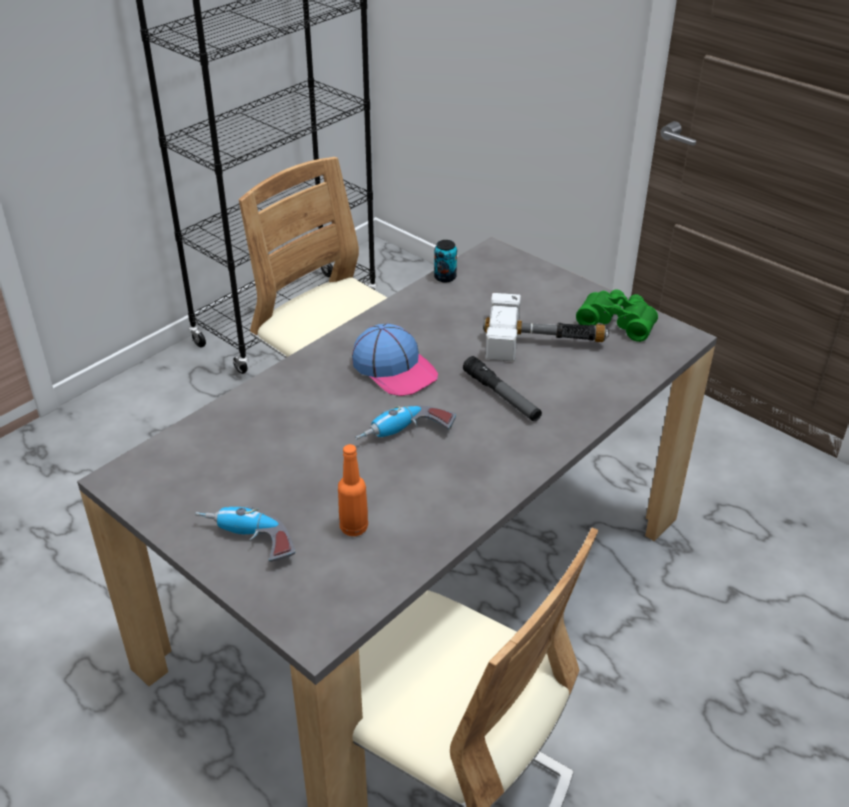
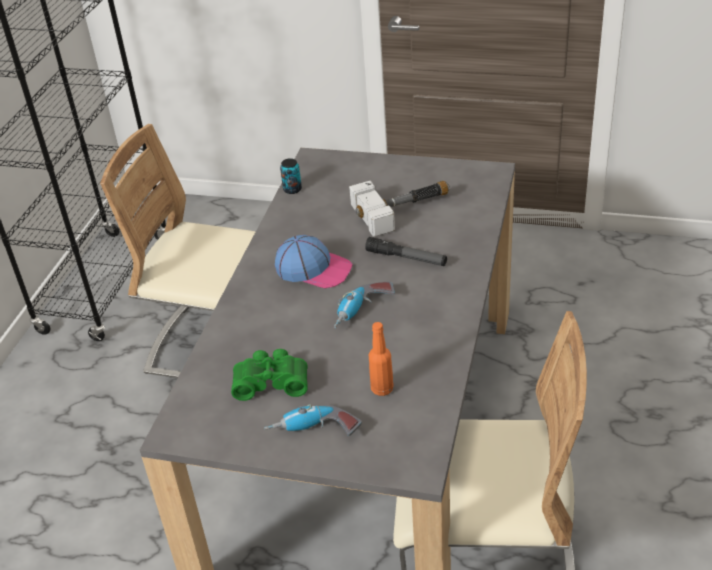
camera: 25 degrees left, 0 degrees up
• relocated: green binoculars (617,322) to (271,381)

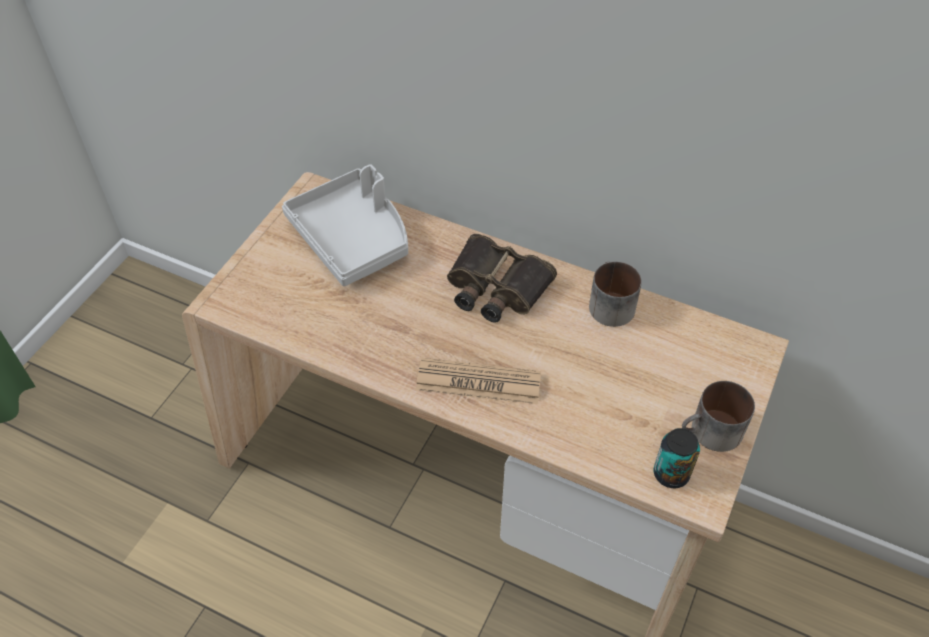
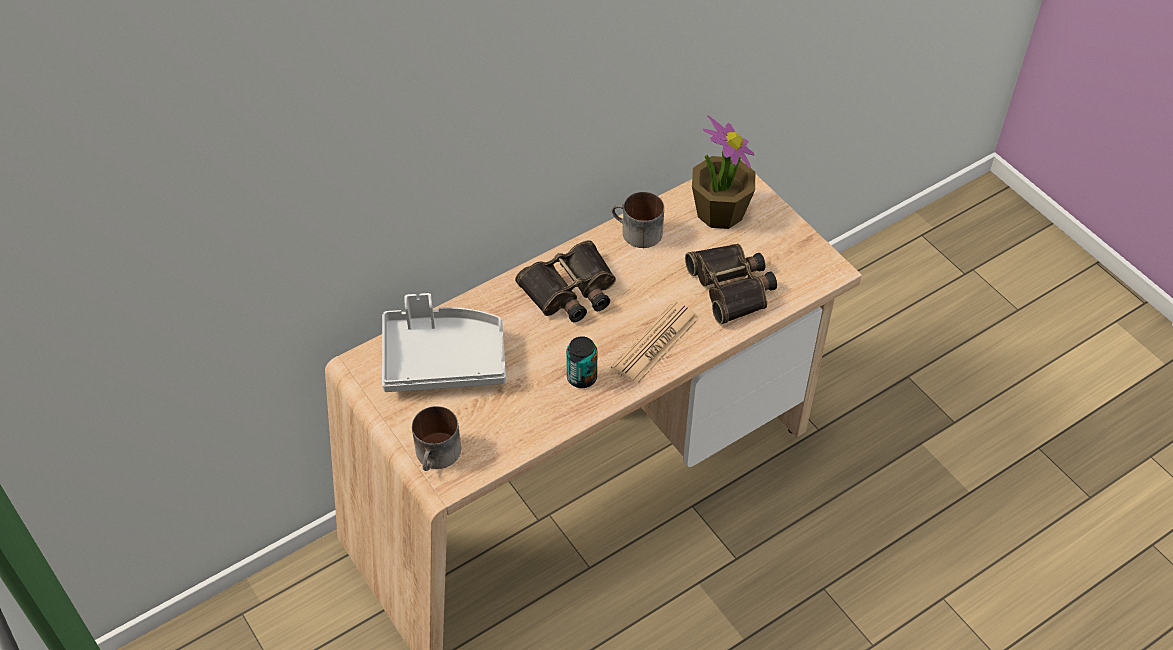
camera: 60 degrees left, 0 degrees up
• relocated: mug (711,433) to (438,456)
• relocated: can (671,474) to (582,378)
• appeared: binoculars (732,287)
• appeared: potted plant (719,212)

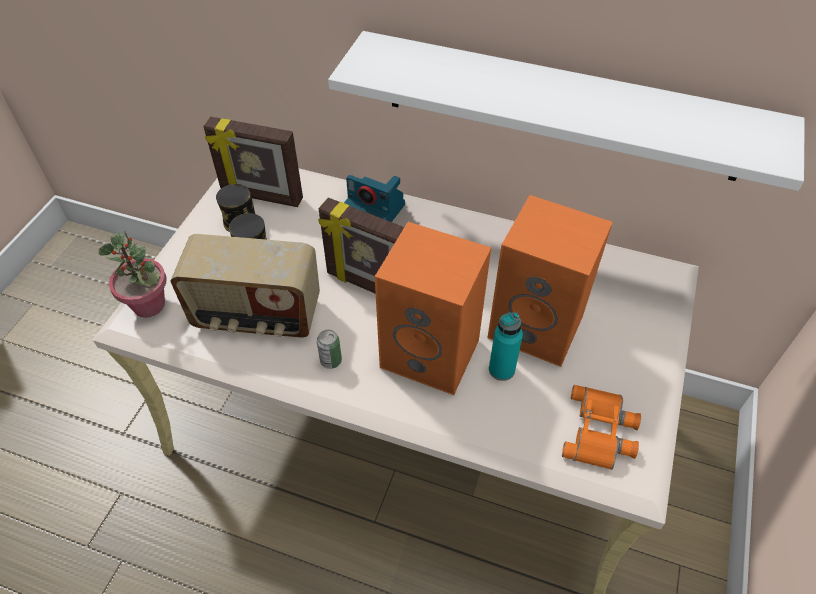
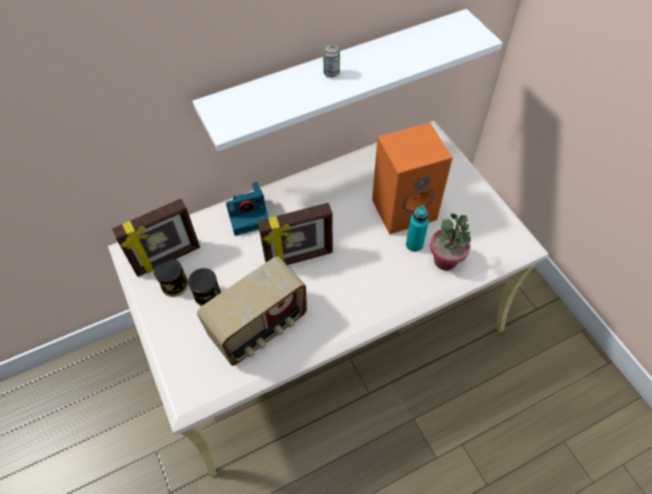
camera: 45 degrees left, 5 degrees up
• relocated: can (331,361) to (331,73)
• relocated: potted plant (149,305) to (445,260)
• missing: orange speaker (433,353)
• missing: orange binoculars (601,432)

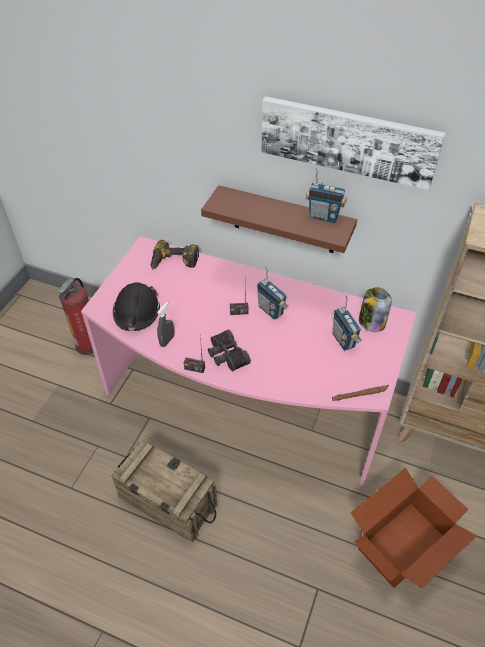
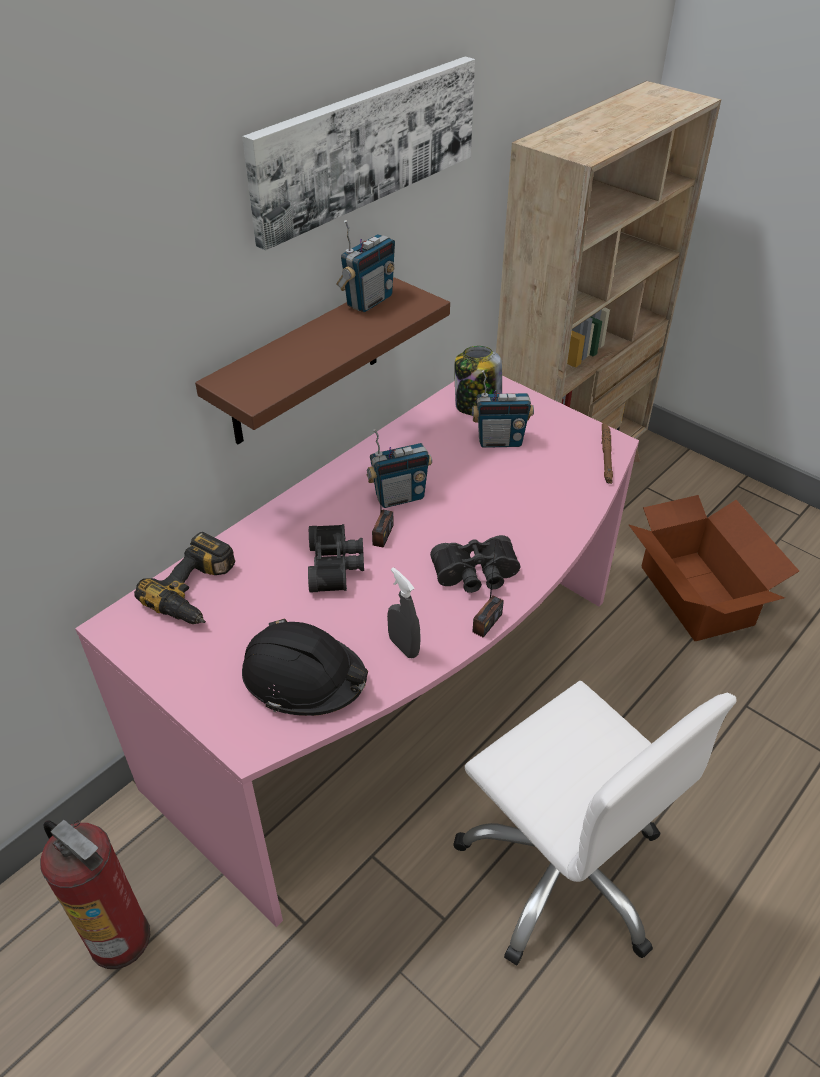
camera: 70 degrees left, 5 degrees down
• appeared: black binoculars (337,566)
• exchanged: crate (167,502) to white office chair (563,869)

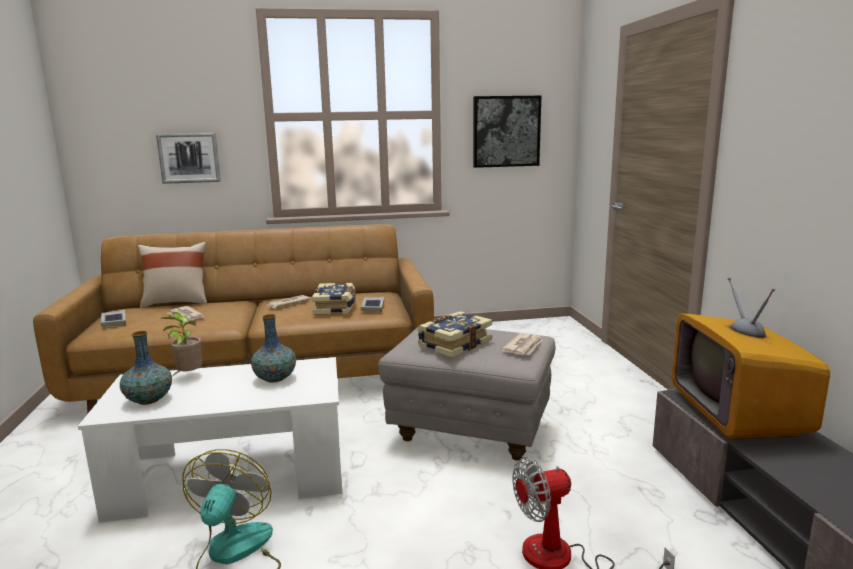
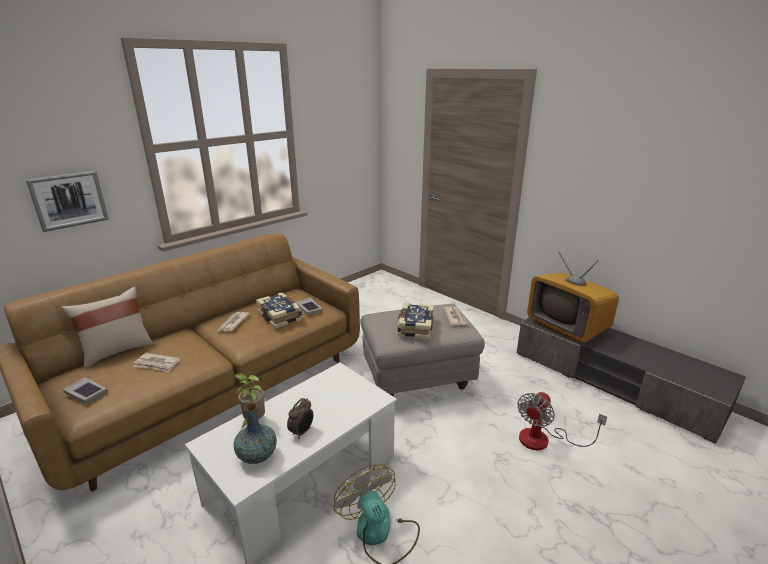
camera: 35 degrees left, 10 degrees up
• appeared: alarm clock (302,432)
• missing: vase (275,378)
• missing: picture (506,131)

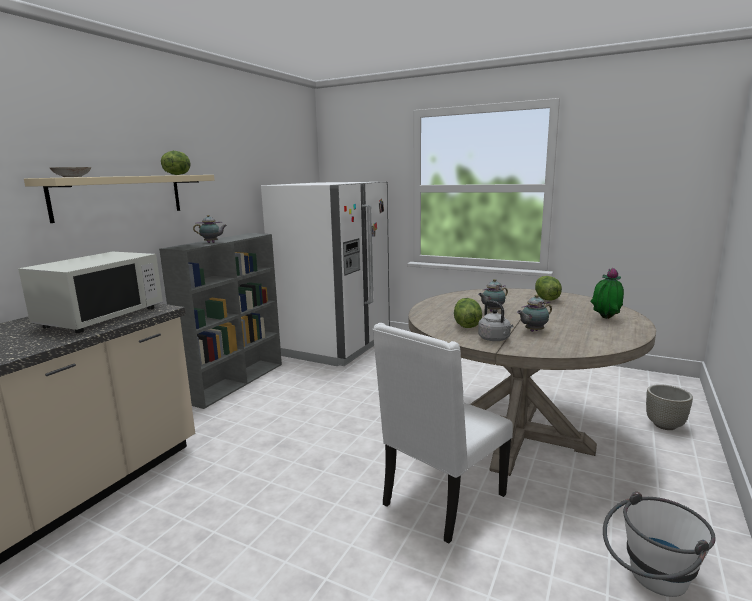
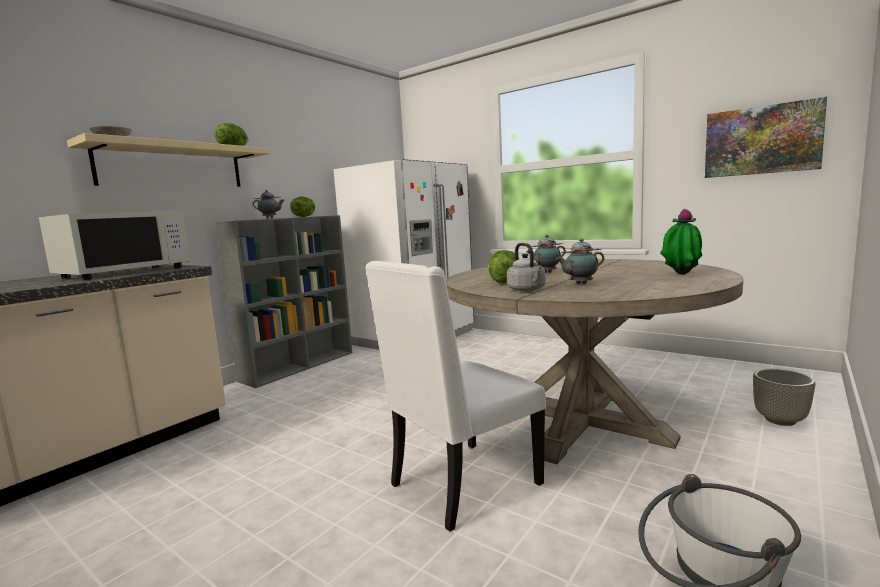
camera: 10 degrees right, 5 degrees down
• relocated: lettuce (545,299) to (304,217)
• appeared: picture (761,140)

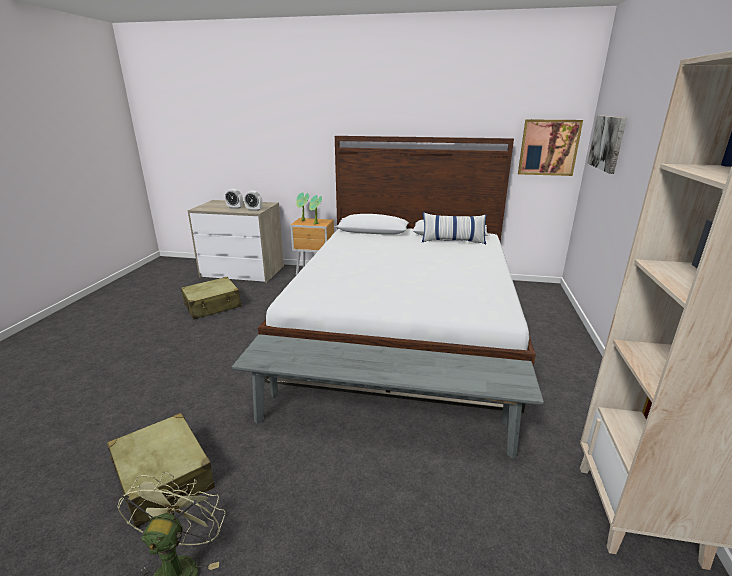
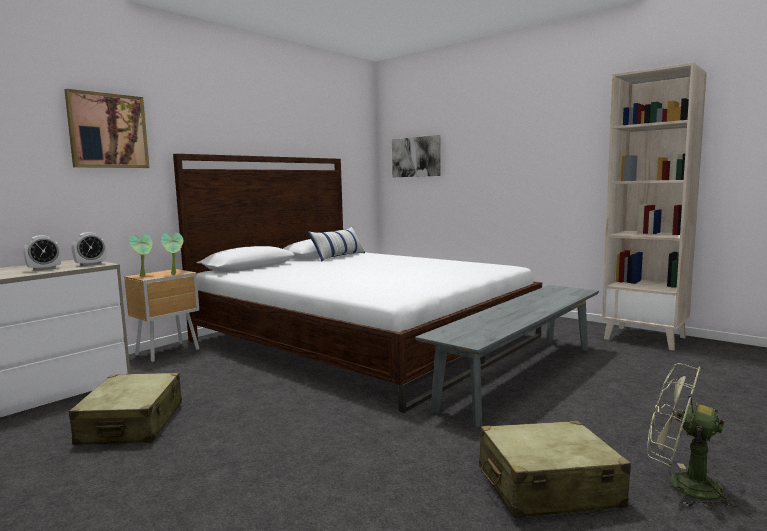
camera: 60 degrees left, 15 degrees down
• relocated: picture (548,147) to (108,131)

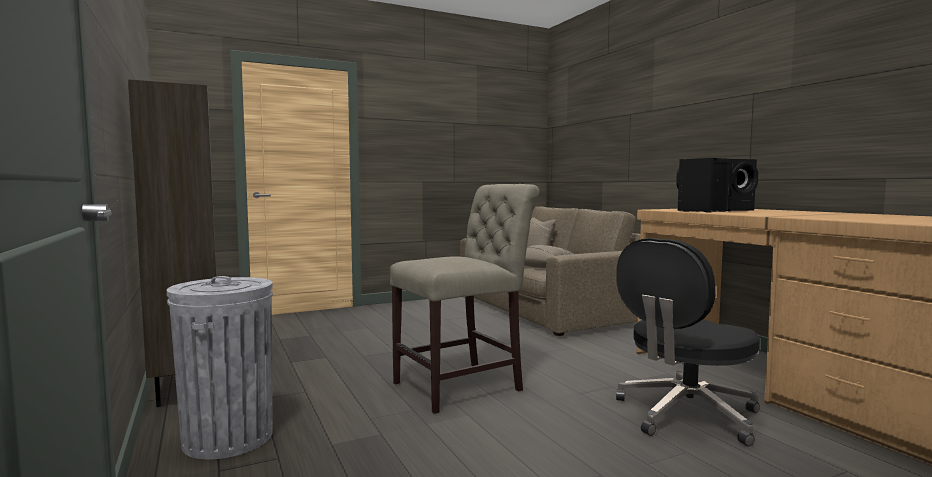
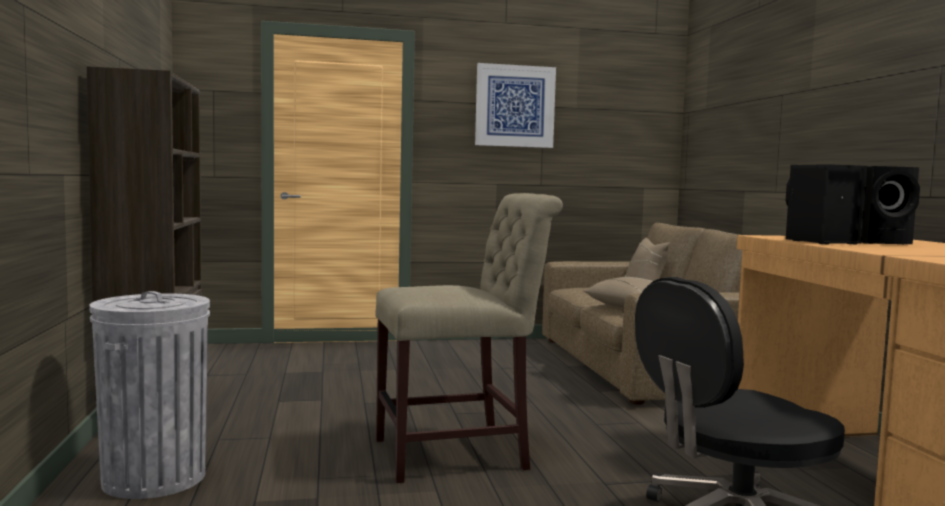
camera: 15 degrees right, 0 degrees up
• appeared: picture (515,106)

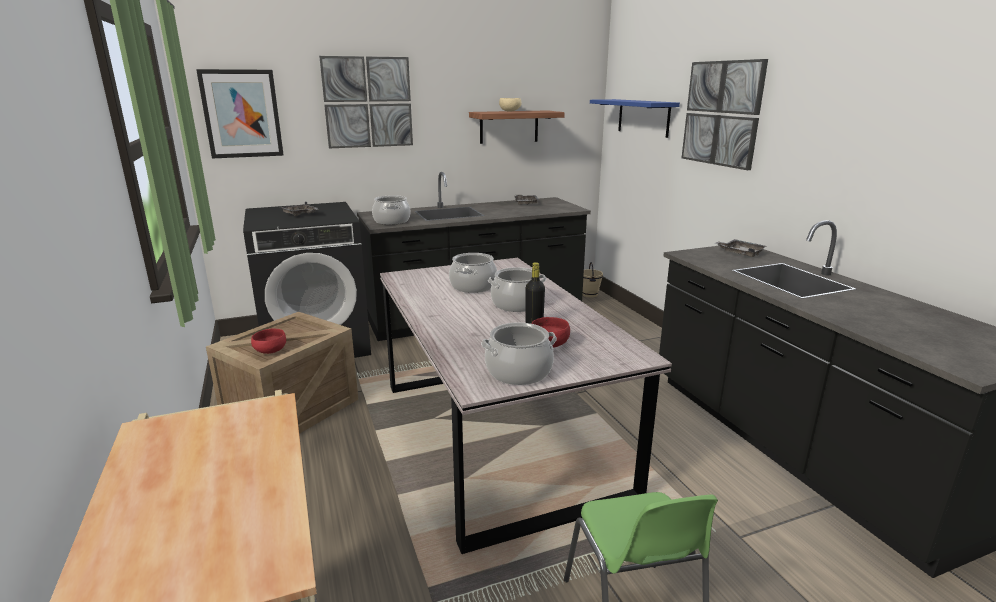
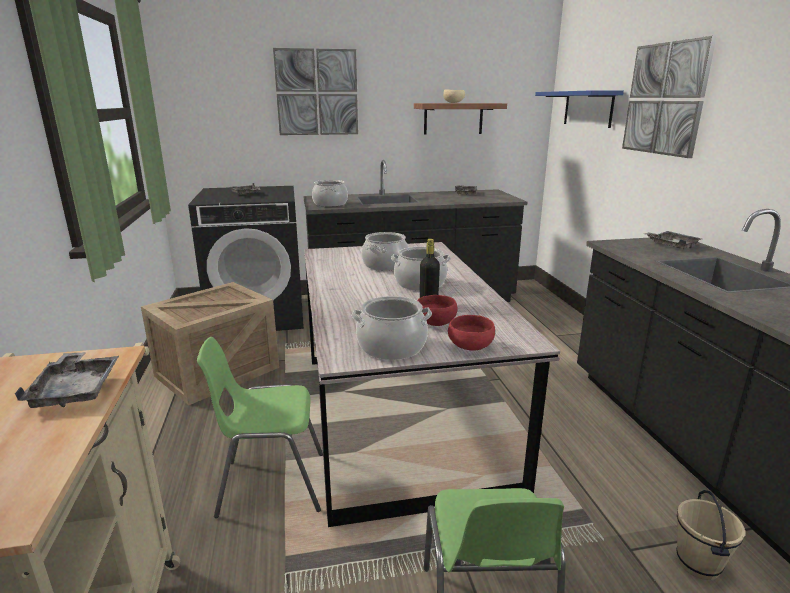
camera: 10 degrees right, 0 degrees up
• appeared: grey tray (76,390)
• appeared: green chair (271,484)
• relocated: red bowl (270,351) to (470,347)
• relocated: beige bucket (590,295) to (699,564)
• missing: picture (242,114)

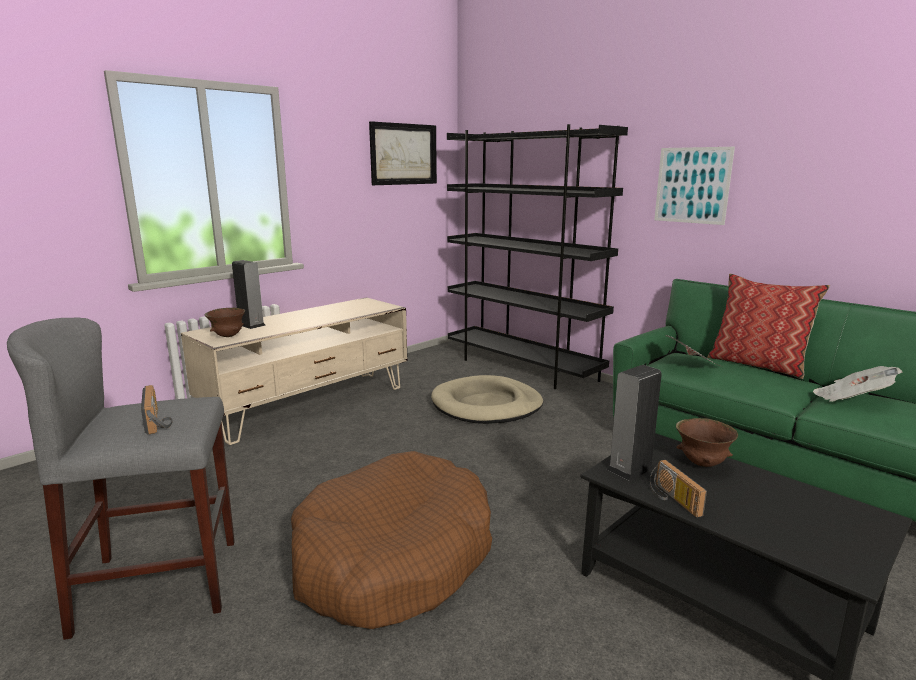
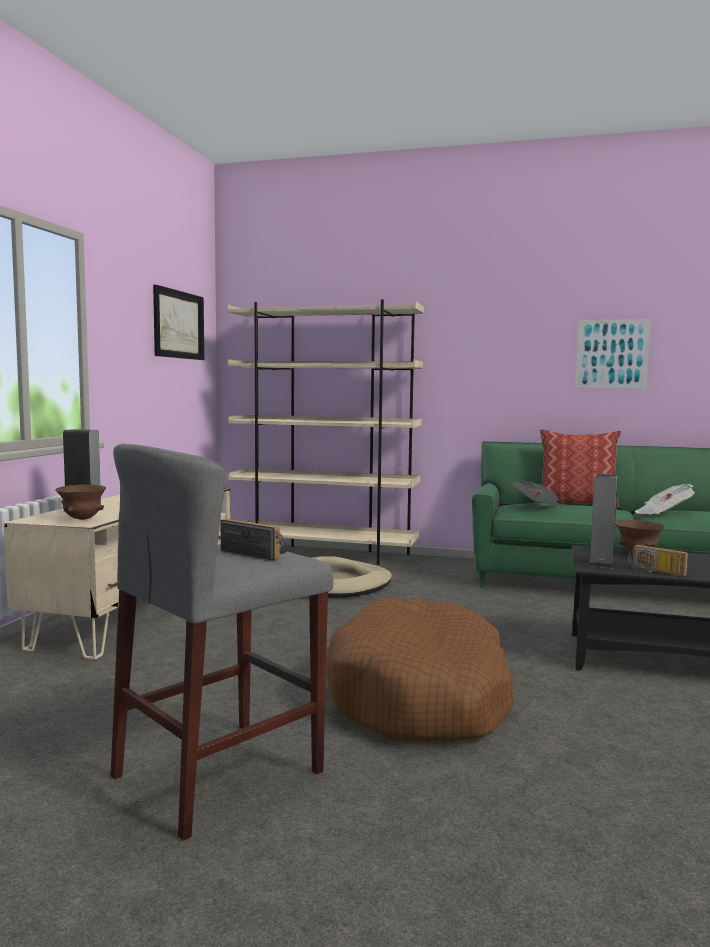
camera: 30 degrees left, 10 degrees down
• colour: black bookcase (522,368) to beige bookcase (324,554)
• relocated: picture (692,185) to (612,354)

